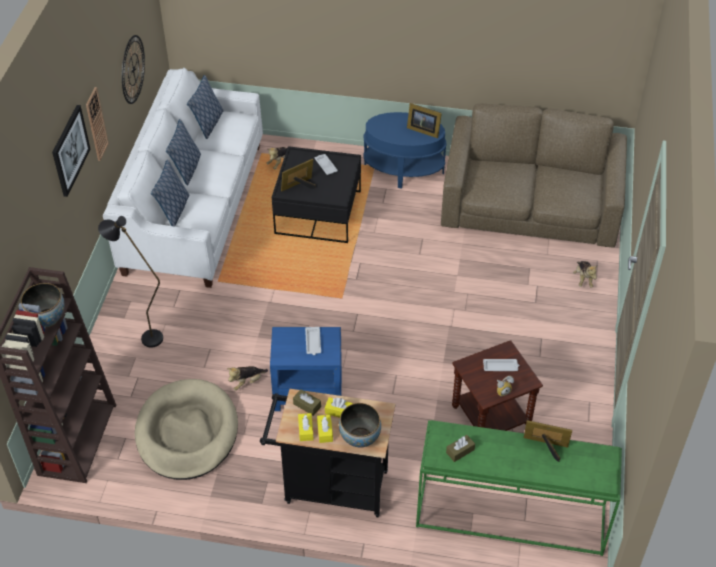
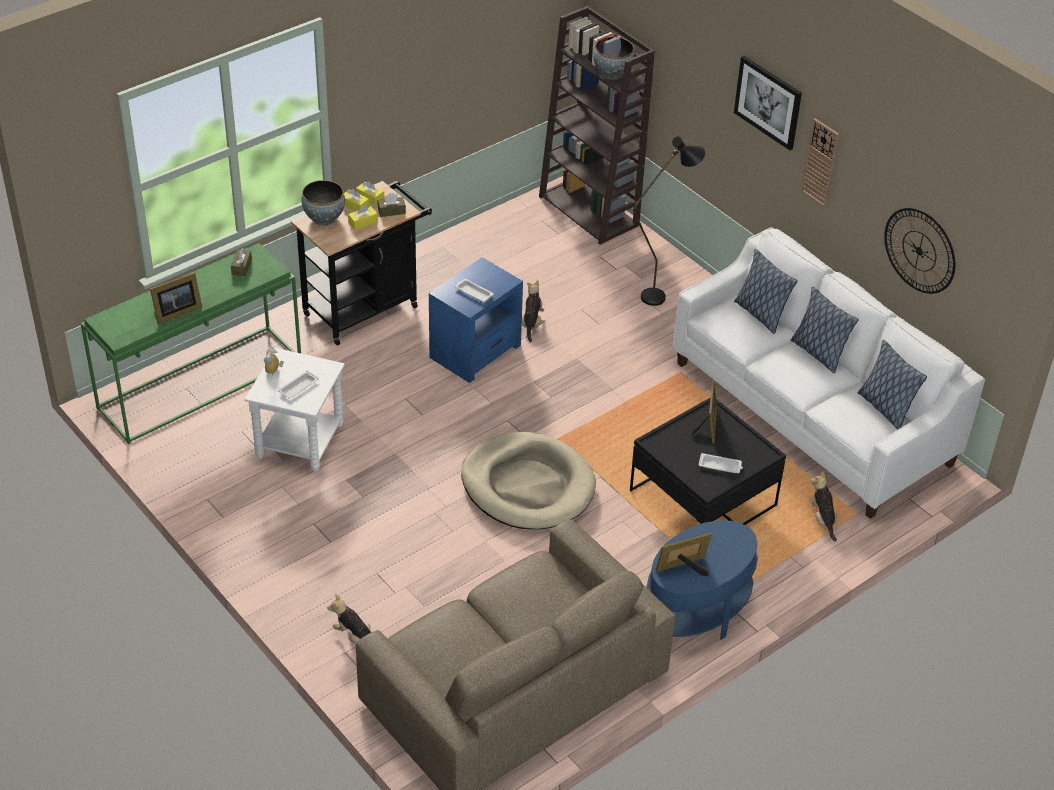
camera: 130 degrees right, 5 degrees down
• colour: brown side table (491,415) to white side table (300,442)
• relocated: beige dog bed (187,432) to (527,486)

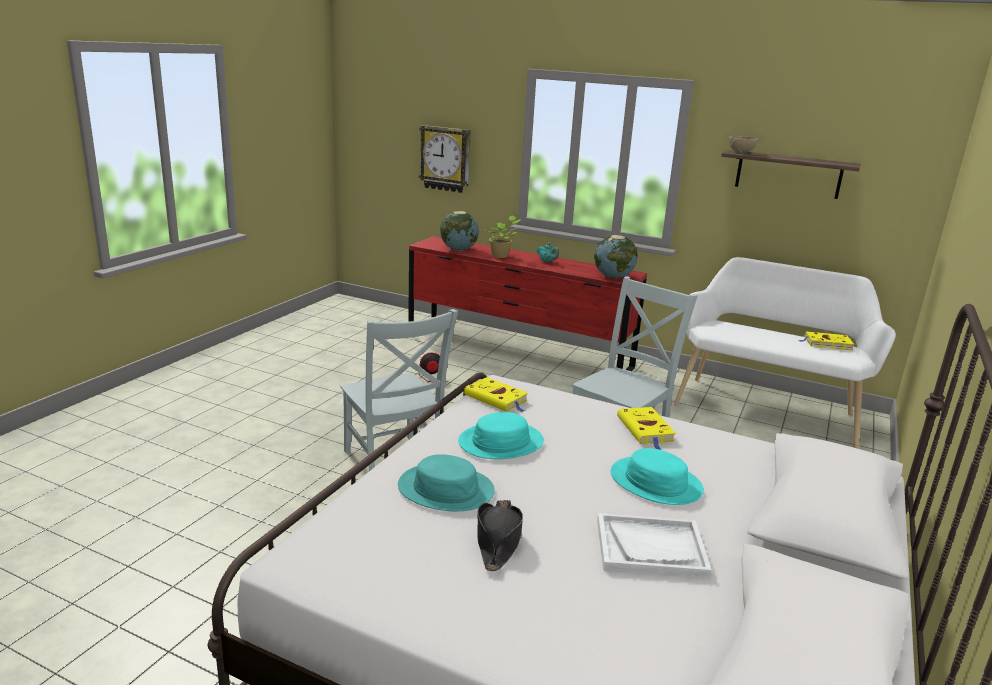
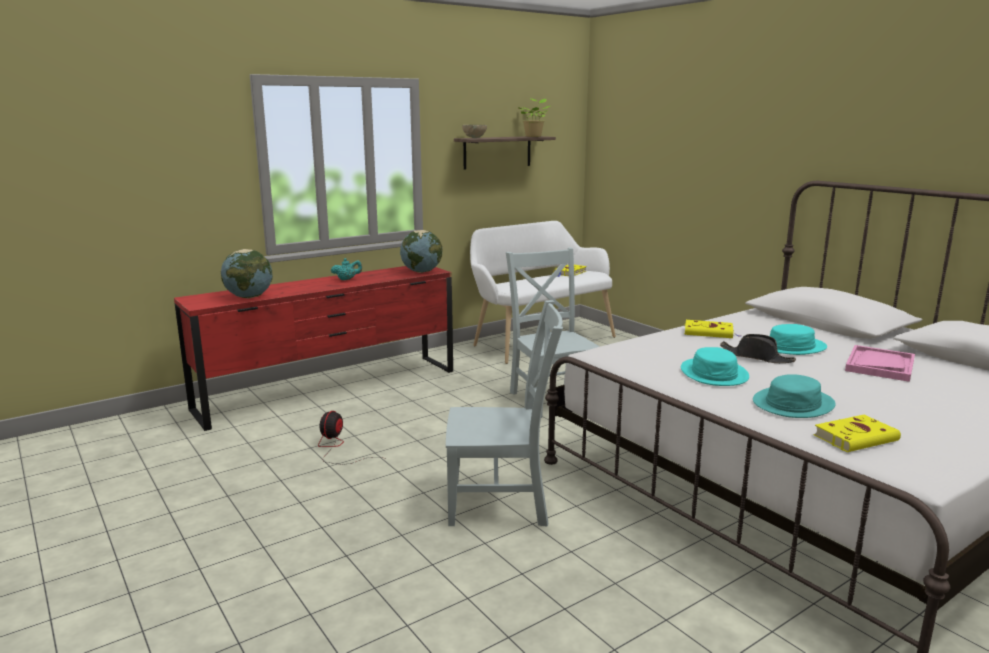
camera: 60 degrees left, 5 degrees down
• relocated: potted plant (501,256) to (534,136)
• relocated: black hat (498,540) to (756,357)
• relocated: yellow book (497,399) to (857,438)
• colour: white tray (651,548) to pink tray (879,365)
• missing: wall clock (445,159)

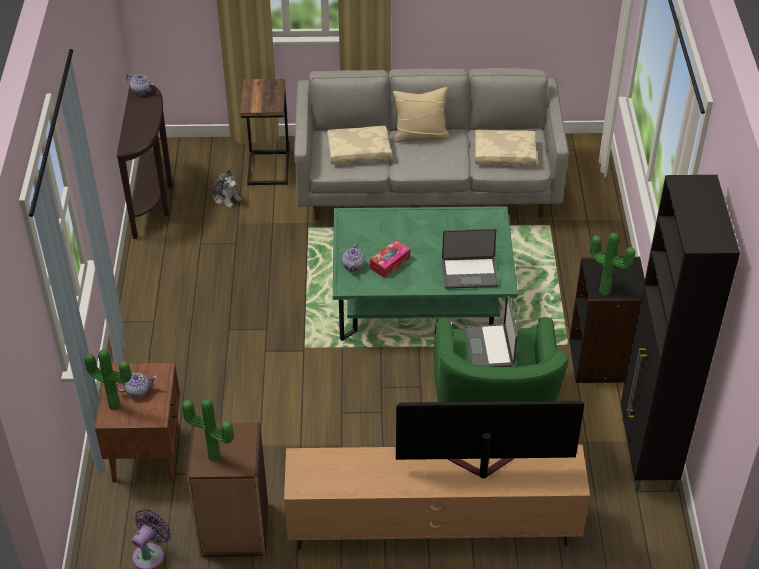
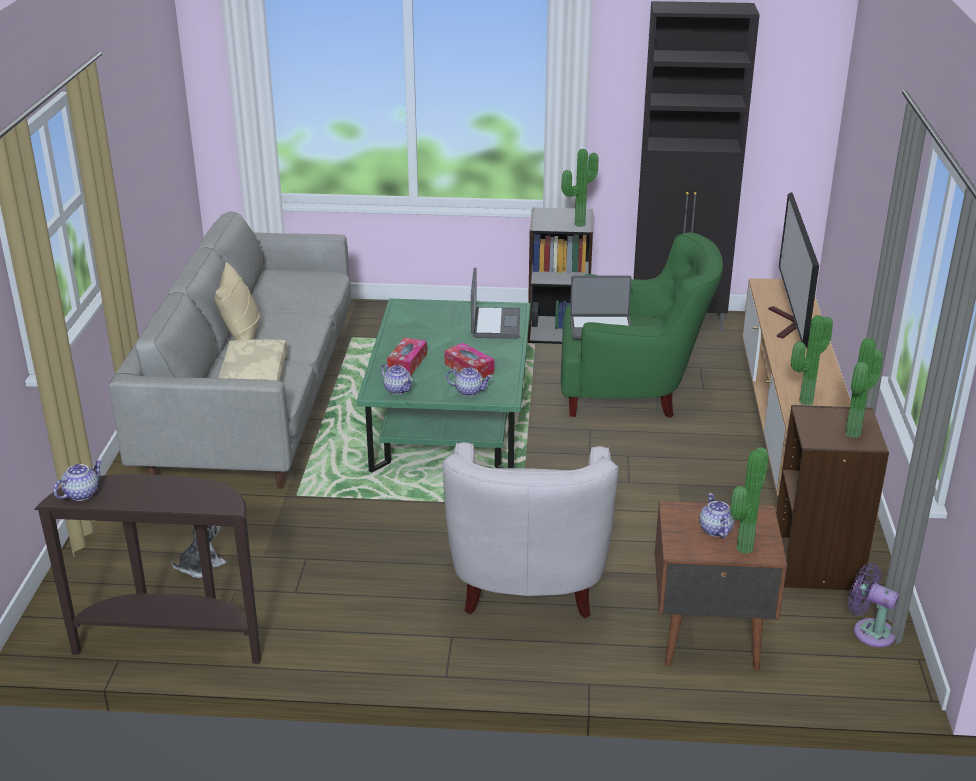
camera: 85 degrees left, 15 degrees down
• appeared: teapot (398,389)
• appeared: tissue box (407,363)
• appeared: white armchair (528,584)
• appeared: potted plant (803,401)
• missing: side table (269,168)
• missing: beige pillow (505,153)

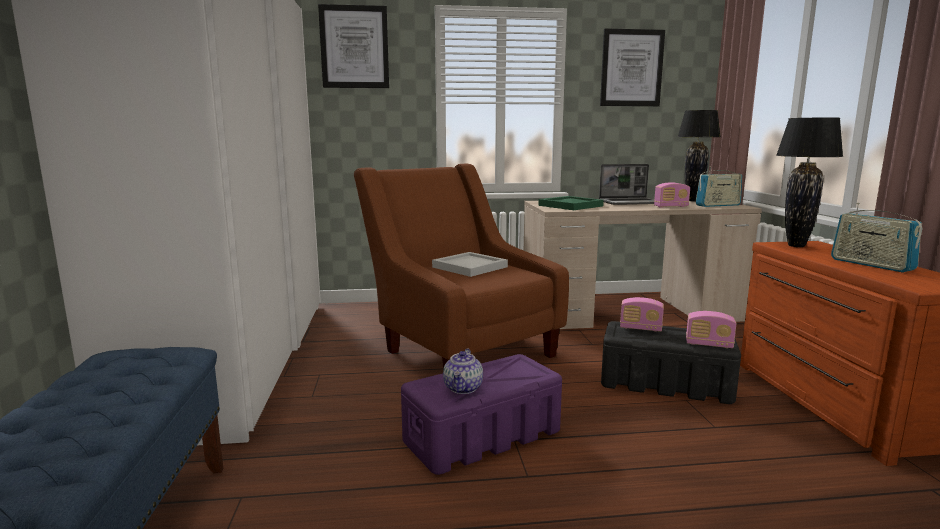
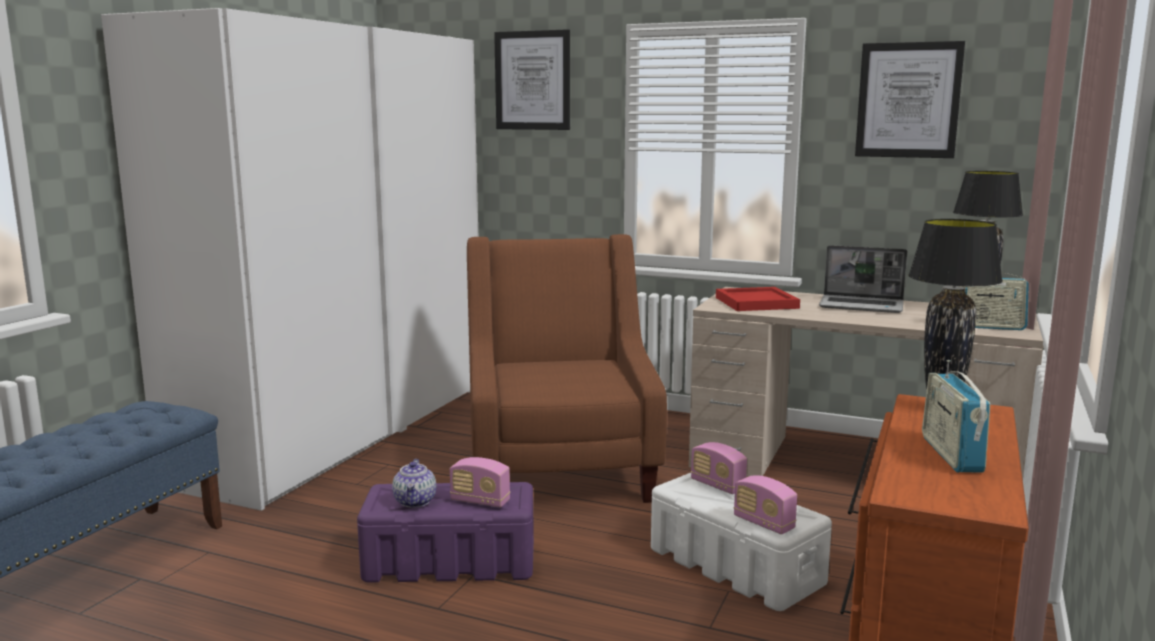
camera: 30 degrees right, 0 degrees up
• spun: teapot (463,388) = (415,501) 45 degrees counterclockwise
• relocated: radio (671,206) to (480,501)
• colour: black storage box (666,384) to white storage box (736,567)
• colour: green tray (569,206) to red tray (755,302)
• missing: white tray (469,267)

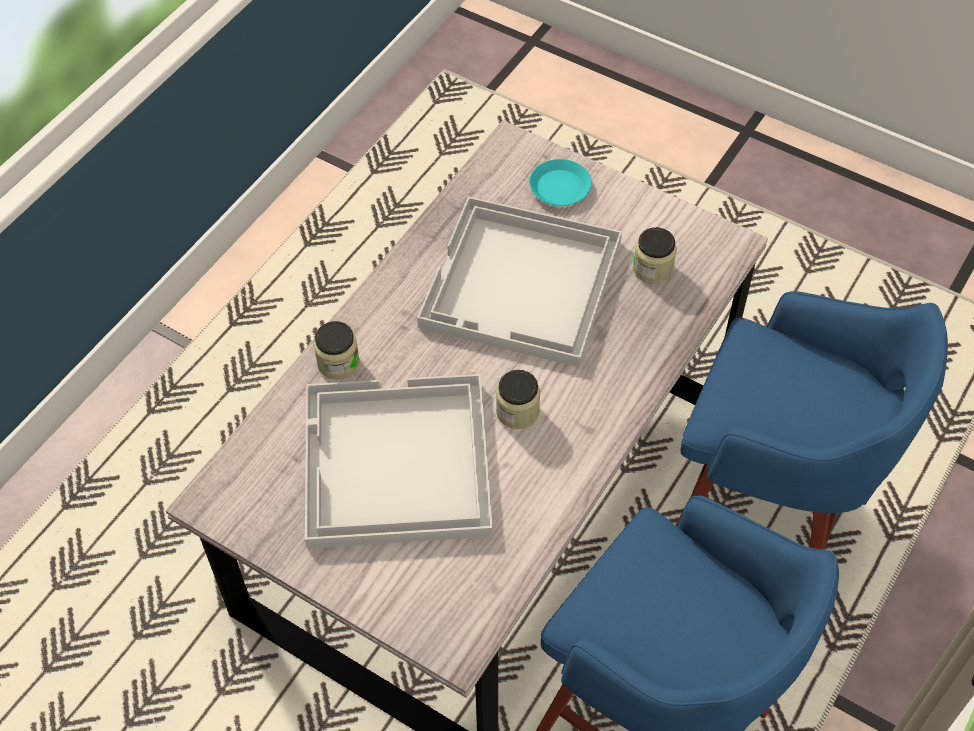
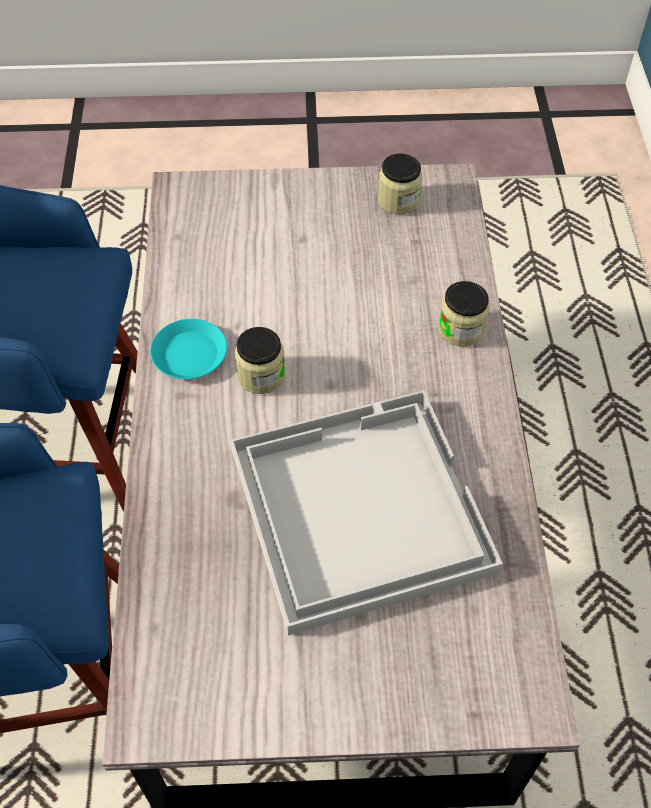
camera: 145 degrees right, 0 degrees up
• relocated: turquoise plate (559,187) to (189,354)
• relocated: jar (652,269) to (398,200)
• missing: white tray (395,464)

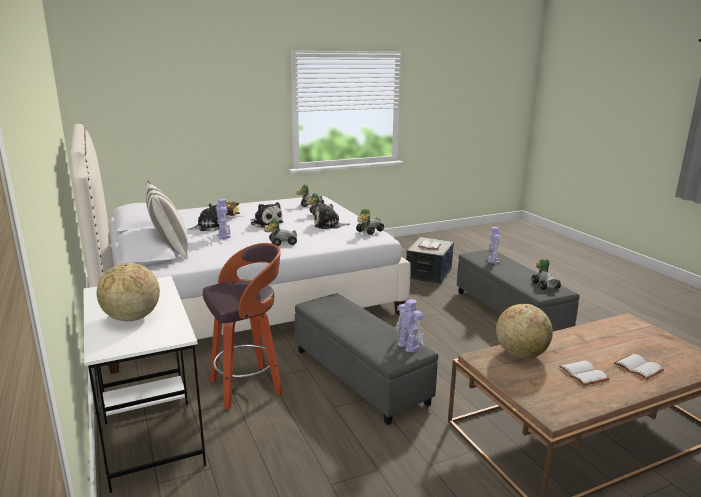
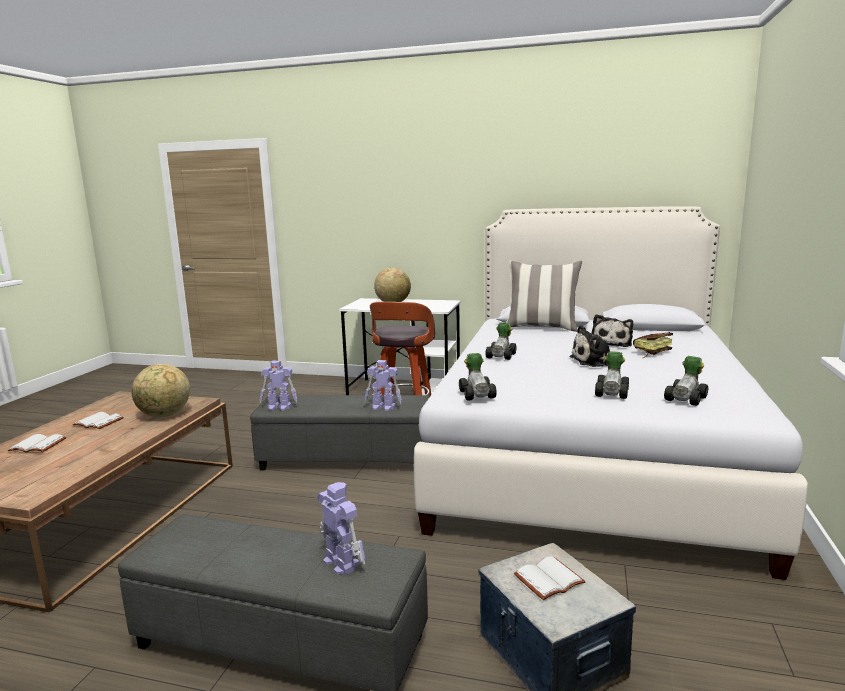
camera: 130 degrees right, 5 degrees down
• relocated: toy robot (223,236) to (384,407)
• missing: plush toy (329,225)
• missing: toy car (545,285)

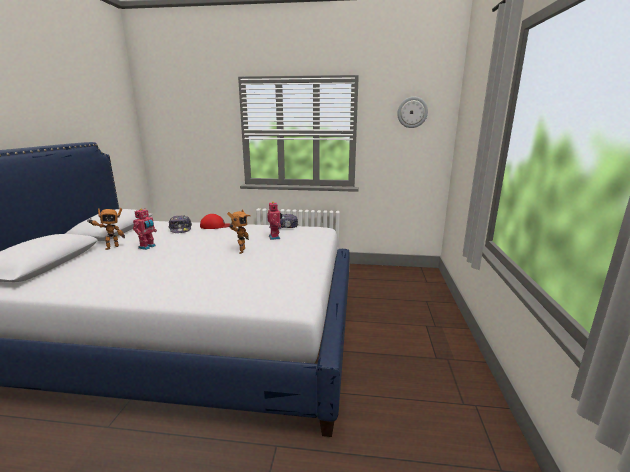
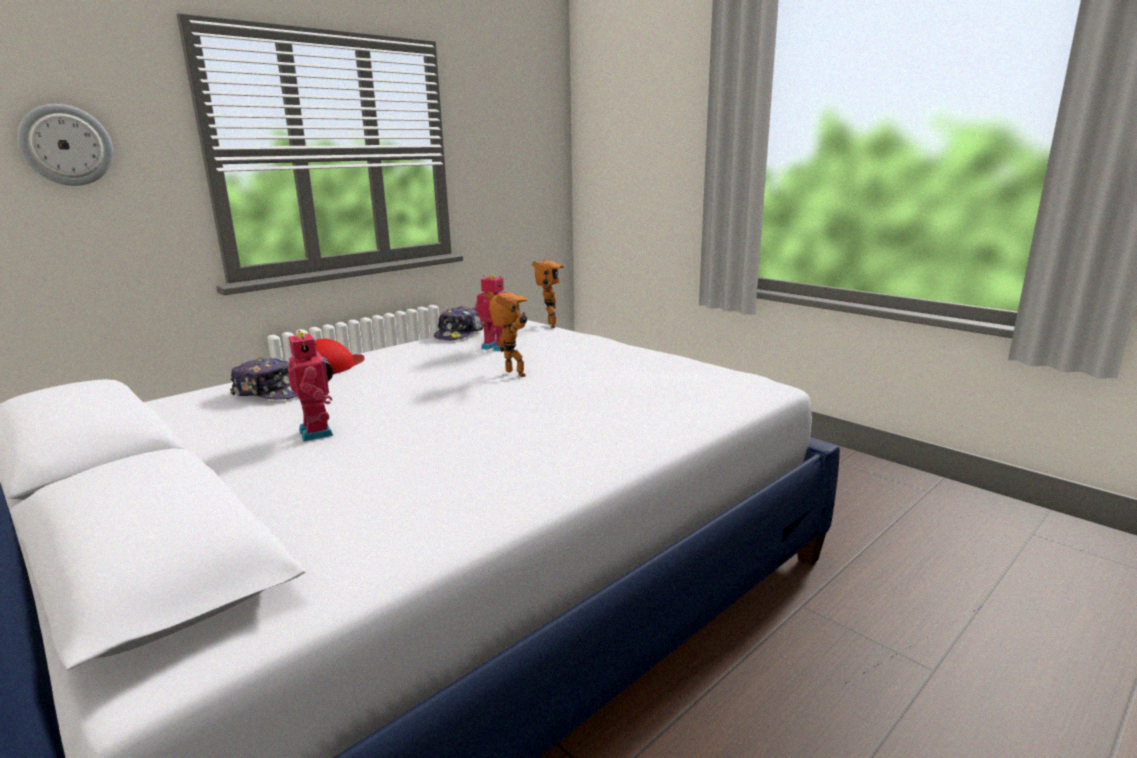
camera: 50 degrees left, 0 degrees up
• relocated: wall clock (412,112) to (66,145)
• relocated: toy robot (111,247) to (548,325)

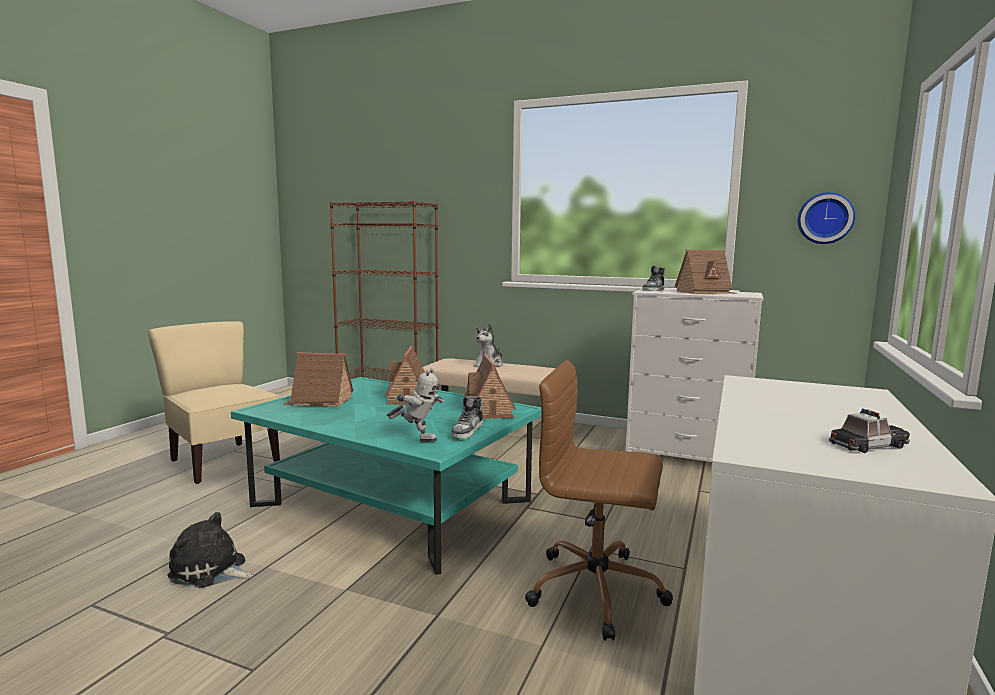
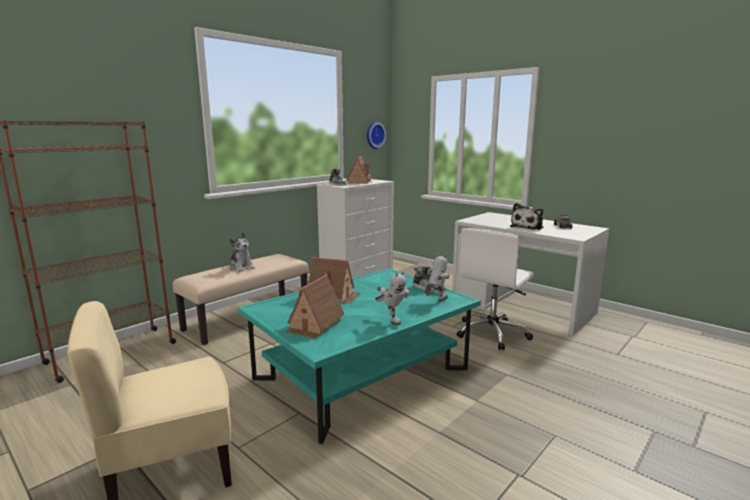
camera: 70 degrees left, 5 degrees up
• appeared: toy robot (391,320)
• colour: brown office chair (598,591) to white office chair (492,333)
• relocated: plush toy (211,571) to (528,227)
• missing: toy house (489,410)

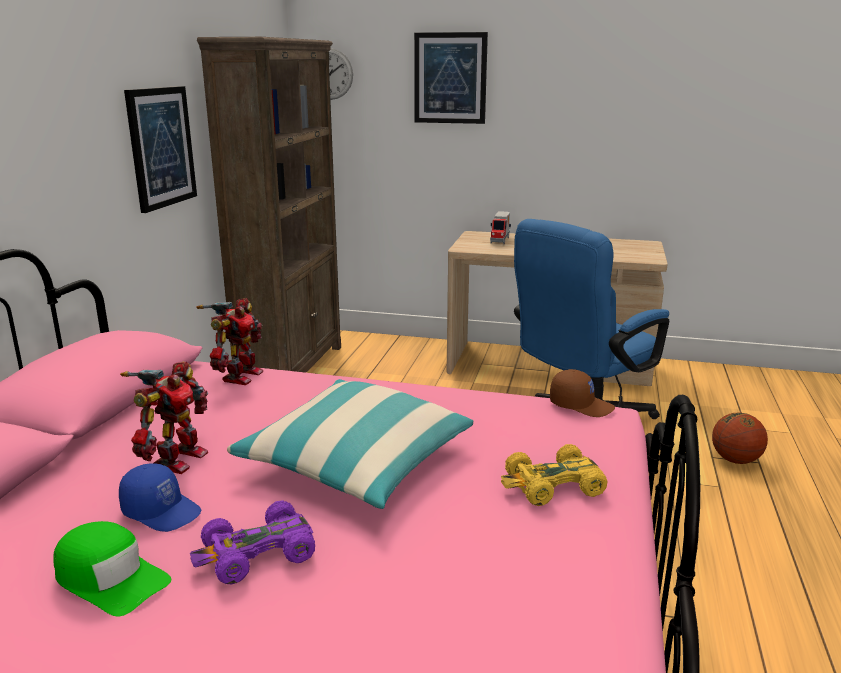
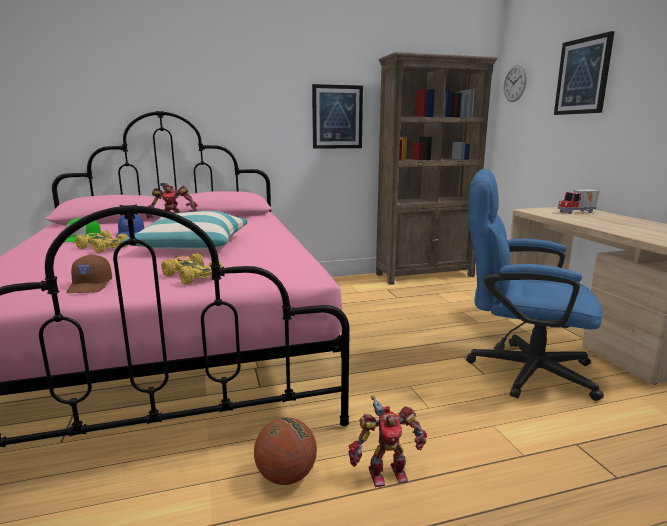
camera: 60 degrees right, 5 degrees down
• relocated: brown cap (581,405) to (90,286)
• colour: purple toy car (256,554) to yellow toy car (102,247)
• relocated: basketball (735,460) to (286,476)
• relocated: toy robot (239,376) to (386,472)

